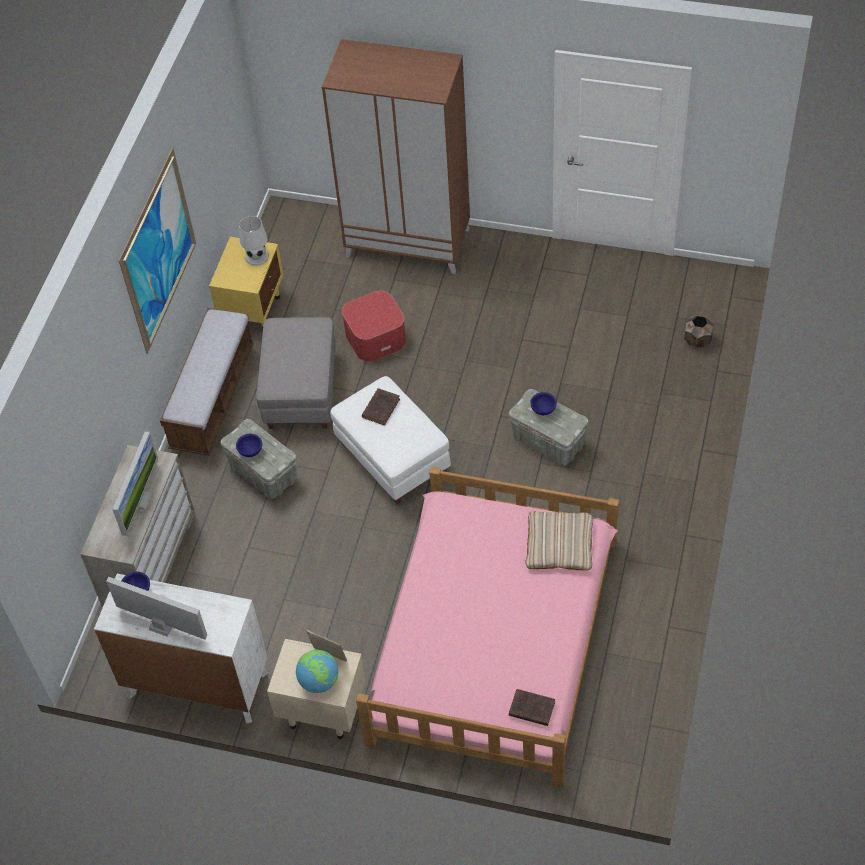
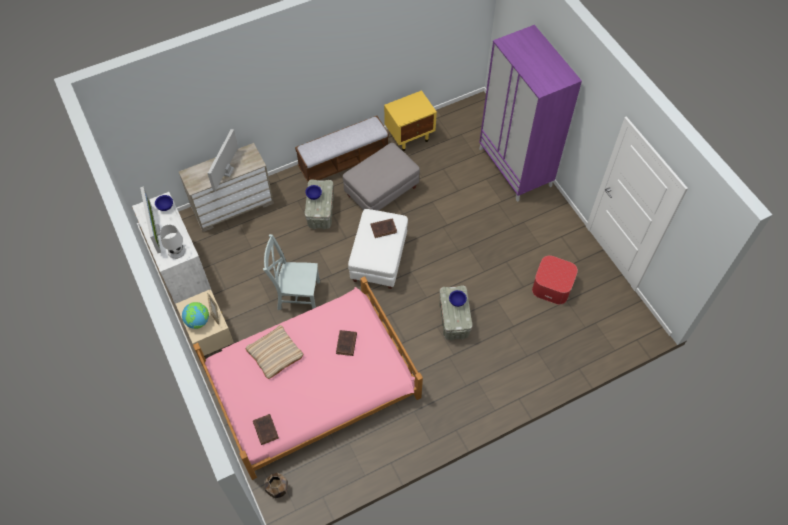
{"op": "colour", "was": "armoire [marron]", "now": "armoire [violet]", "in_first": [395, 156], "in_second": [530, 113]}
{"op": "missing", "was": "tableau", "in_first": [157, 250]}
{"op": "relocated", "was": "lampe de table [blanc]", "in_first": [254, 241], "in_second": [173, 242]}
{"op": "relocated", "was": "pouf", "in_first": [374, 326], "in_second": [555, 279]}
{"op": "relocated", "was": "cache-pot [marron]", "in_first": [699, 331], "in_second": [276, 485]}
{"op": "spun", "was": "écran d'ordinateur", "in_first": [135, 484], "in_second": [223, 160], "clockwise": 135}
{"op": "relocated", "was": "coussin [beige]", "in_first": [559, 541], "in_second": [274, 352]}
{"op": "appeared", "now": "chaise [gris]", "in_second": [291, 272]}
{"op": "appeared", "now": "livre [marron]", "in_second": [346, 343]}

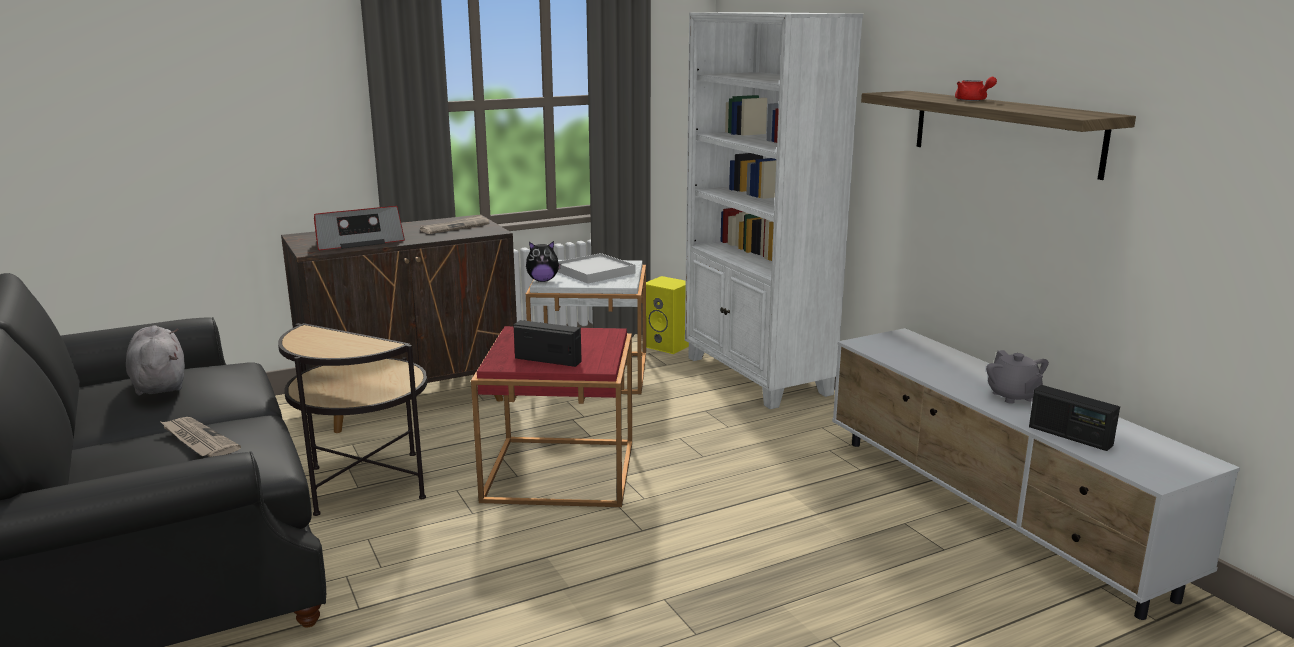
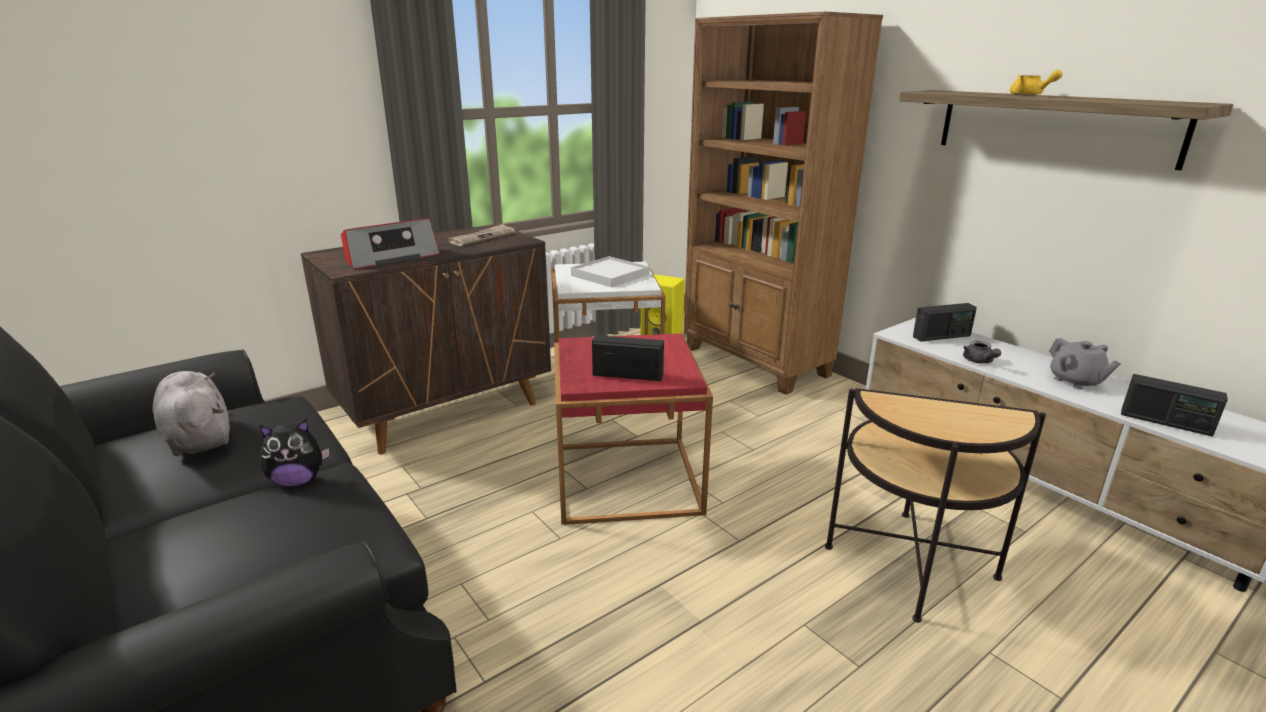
{"op": "colour", "was": "bibliothèque [blanc]", "now": "bibliothèque [marron]", "in_first": [774, 210], "in_second": [783, 203]}
{"op": "colour", "was": "théière [rouge]", "now": "théière [jaune]", "in_first": [976, 89], "in_second": [1036, 83]}
{"op": "relocated", "was": "peluche", "in_first": [543, 261], "in_second": [294, 453]}
{"op": "relocated", "was": "table d'appoint", "in_first": [352, 419], "in_second": [935, 505]}
{"op": "missing", "was": "journal", "in_first": [201, 437]}
{"op": "appeared", "now": "radio", "in_second": [945, 322]}
{"op": "appeared", "now": "théière [gris]", "in_second": [982, 352]}

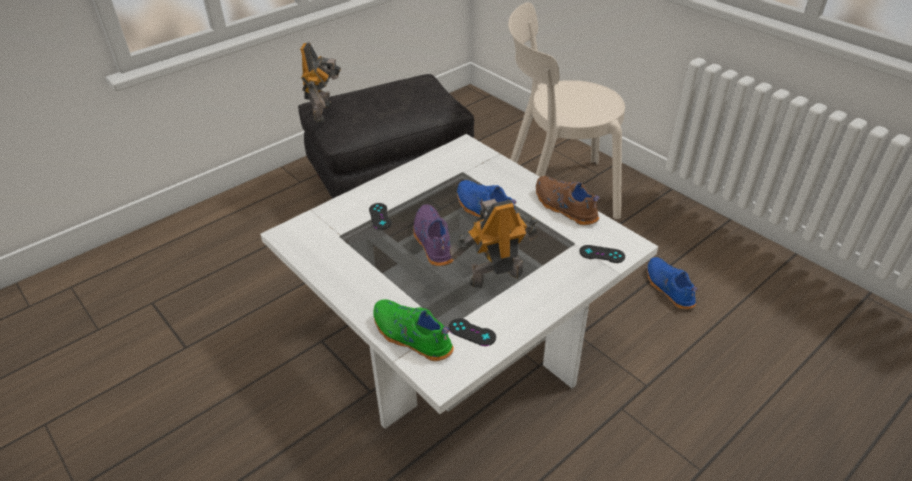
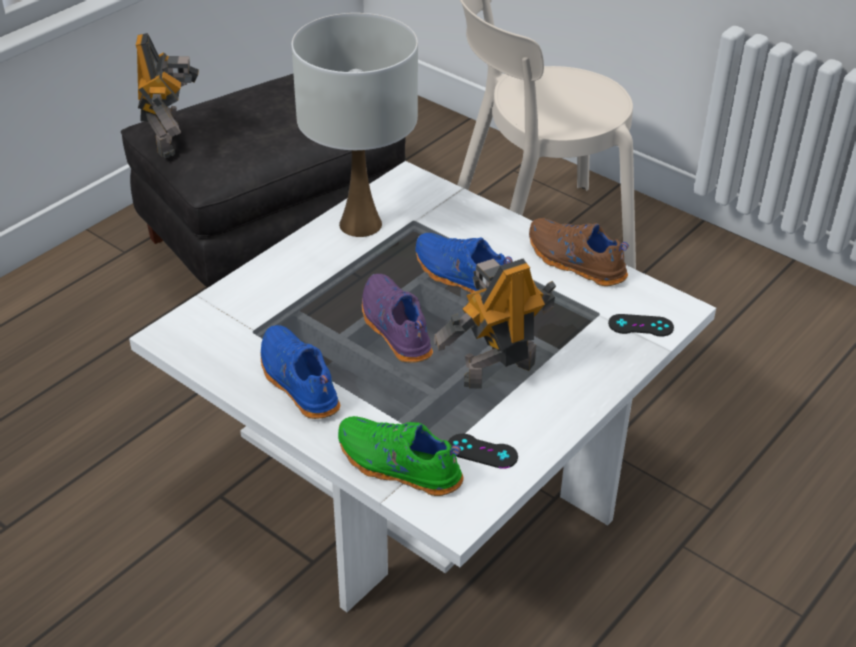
{"op": "missing", "was": "manette [noir]", "in_first": [380, 216]}
{"op": "relocated", "was": "chaussure [bleu]", "in_first": [672, 283], "in_second": [301, 372]}
{"op": "appeared", "now": "lampe de table [blanc]", "in_second": [354, 125]}

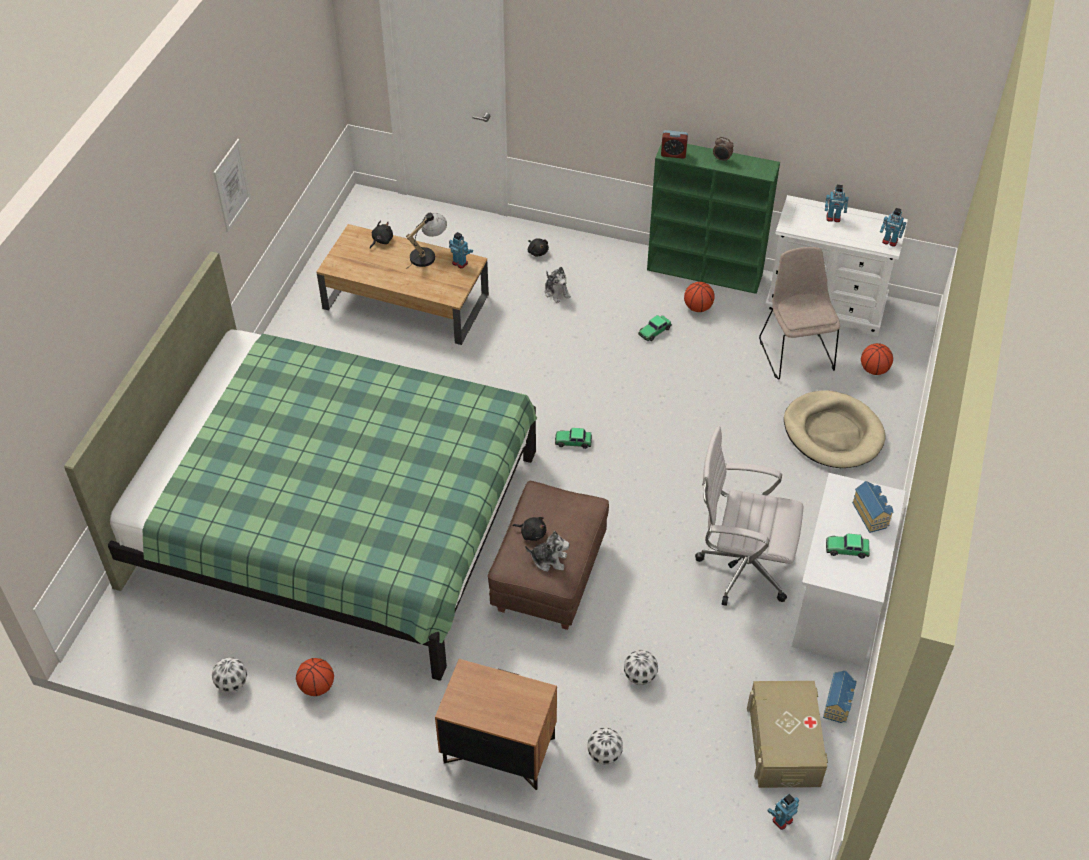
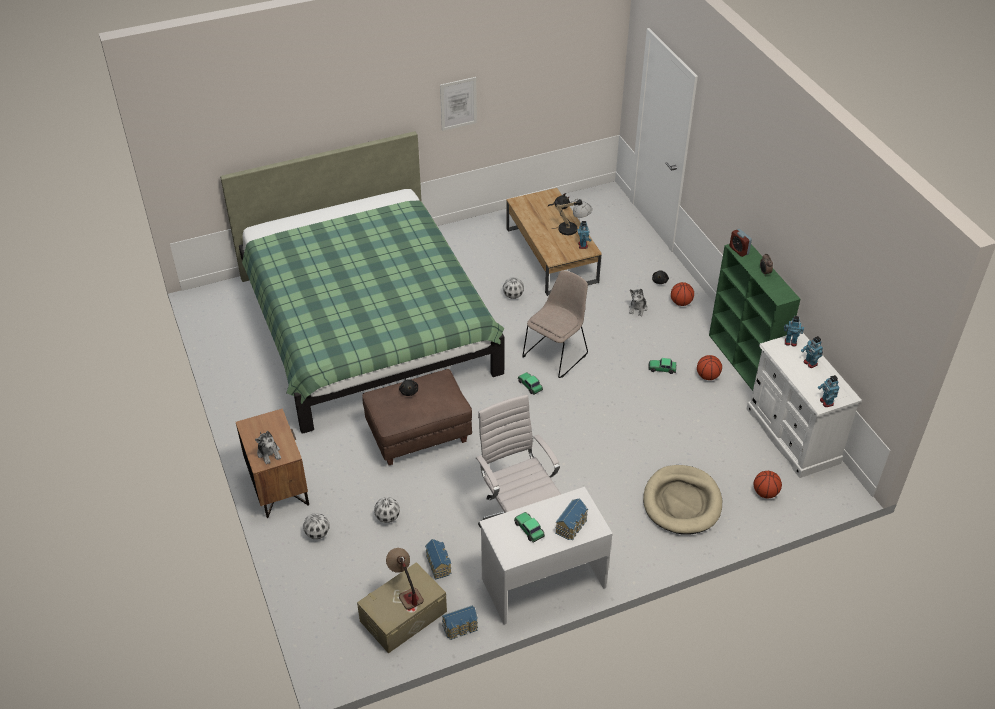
{"op": "relocated", "was": "chaise [beige]", "in_first": [799, 313], "in_second": [555, 324]}
{"op": "relocated", "was": "peluche", "in_first": [547, 551], "in_second": [268, 447]}
{"op": "relocated", "was": "ballon de foot", "in_first": [229, 674], "in_second": [513, 288]}
{"op": "relocated", "was": "ballon de basket", "in_first": [315, 677], "in_second": [682, 294]}
{"op": "relocated", "was": "robot jouet", "in_first": [783, 812], "in_second": [794, 331]}
{"op": "appeared", "now": "maison miniature", "in_second": [438, 559]}
{"op": "appeared", "now": "lampe de table", "in_second": [405, 579]}

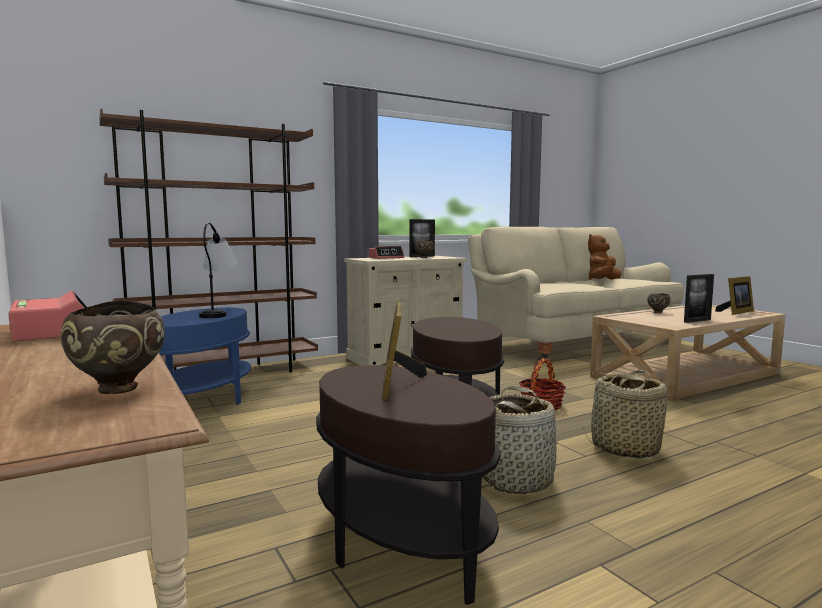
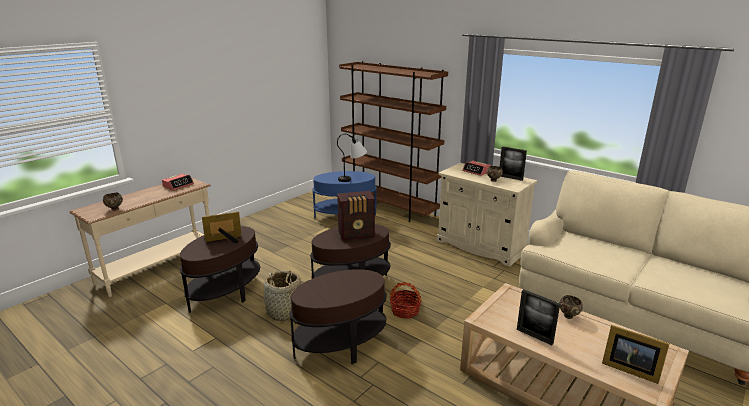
{"op": "missing", "was": "peluche [marron]", "in_first": [604, 257]}
{"op": "exchanged", "was": "panier", "now": "table d'appoint [marron]", "in_first": [625, 414], "in_second": [338, 316]}
{"op": "appeared", "now": "radio", "in_second": [356, 216]}

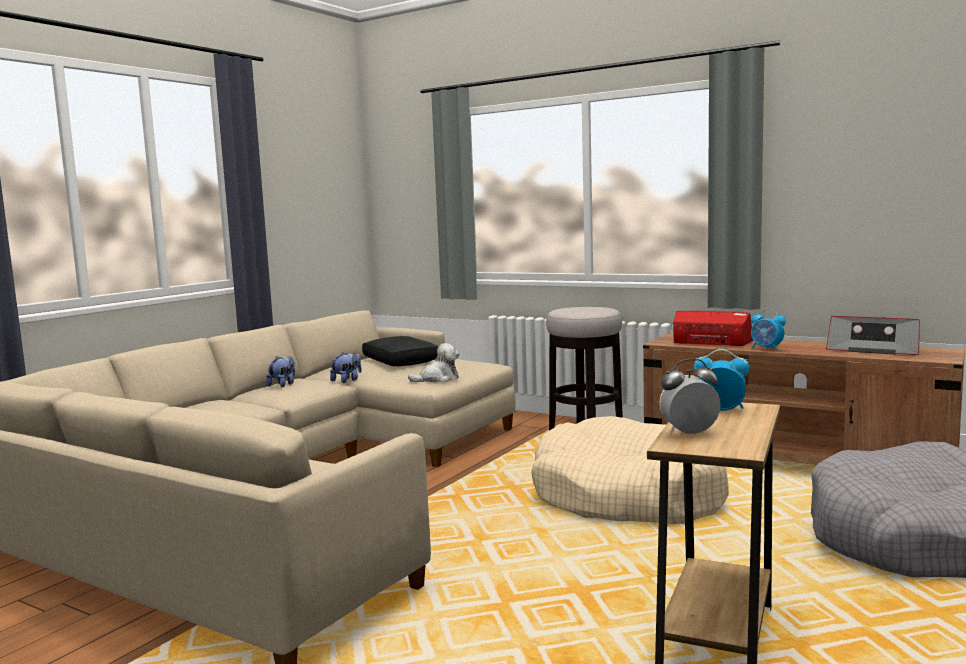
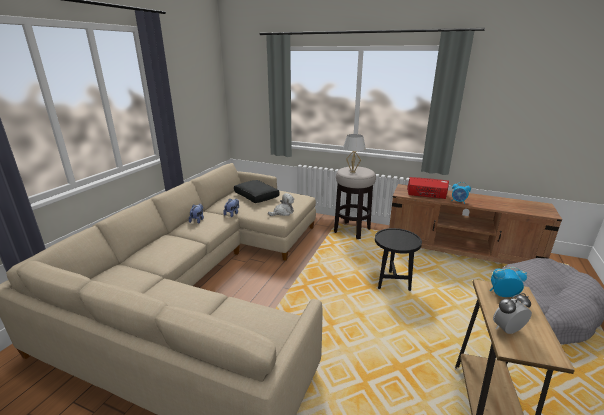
{"op": "missing", "was": "radio", "in_first": [873, 335]}
{"op": "exchanged", "was": "panier pour chien [beige]", "now": "table d'appoint [noir]", "in_first": [630, 470], "in_second": [398, 259]}
{"op": "appeared", "now": "lampe de table [blanc]", "in_second": [354, 153]}

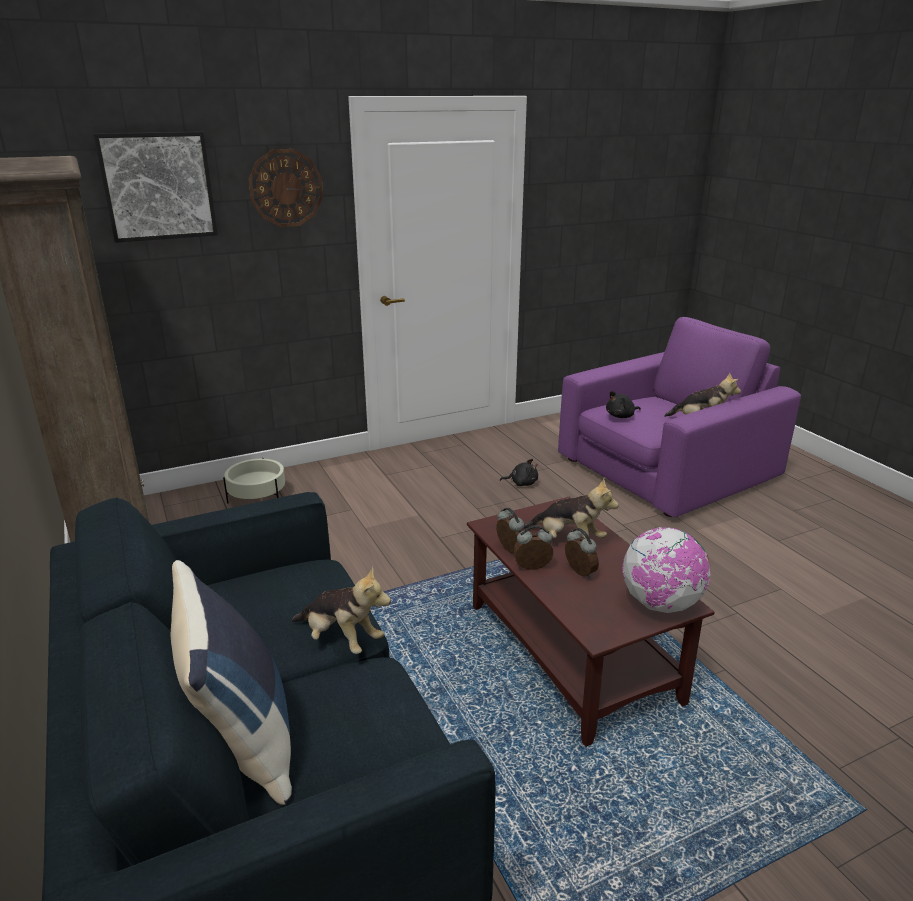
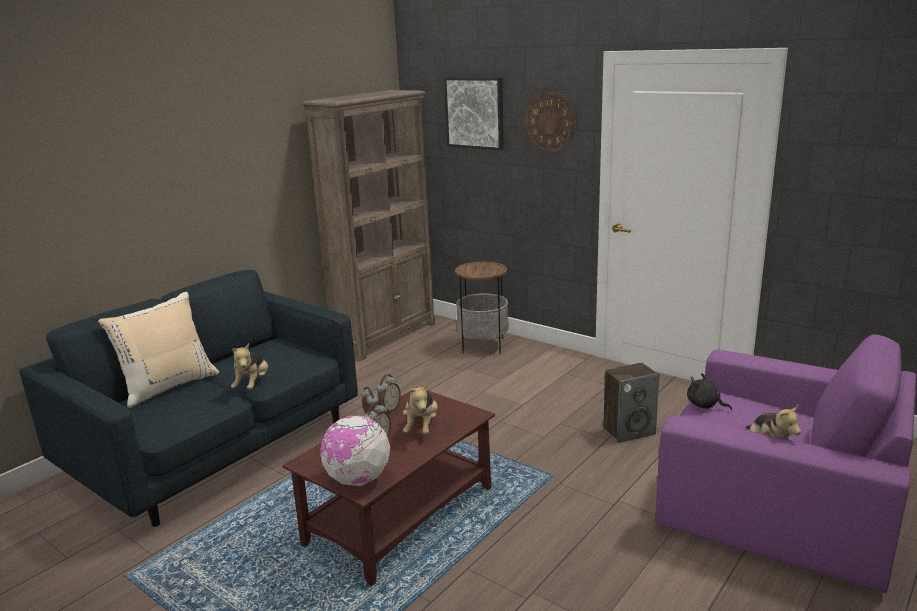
{"op": "exchanged", "was": "cache-pot [beige]", "now": "table d'appoint", "in_first": [254, 481], "in_second": [482, 308]}
{"op": "exchanged", "was": "peluche [noir]", "now": "enceinte", "in_first": [519, 472], "in_second": [631, 402]}
{"op": "colour", "was": "coussin [bleu]", "now": "coussin [beige]", "in_first": [231, 682], "in_second": [158, 350]}

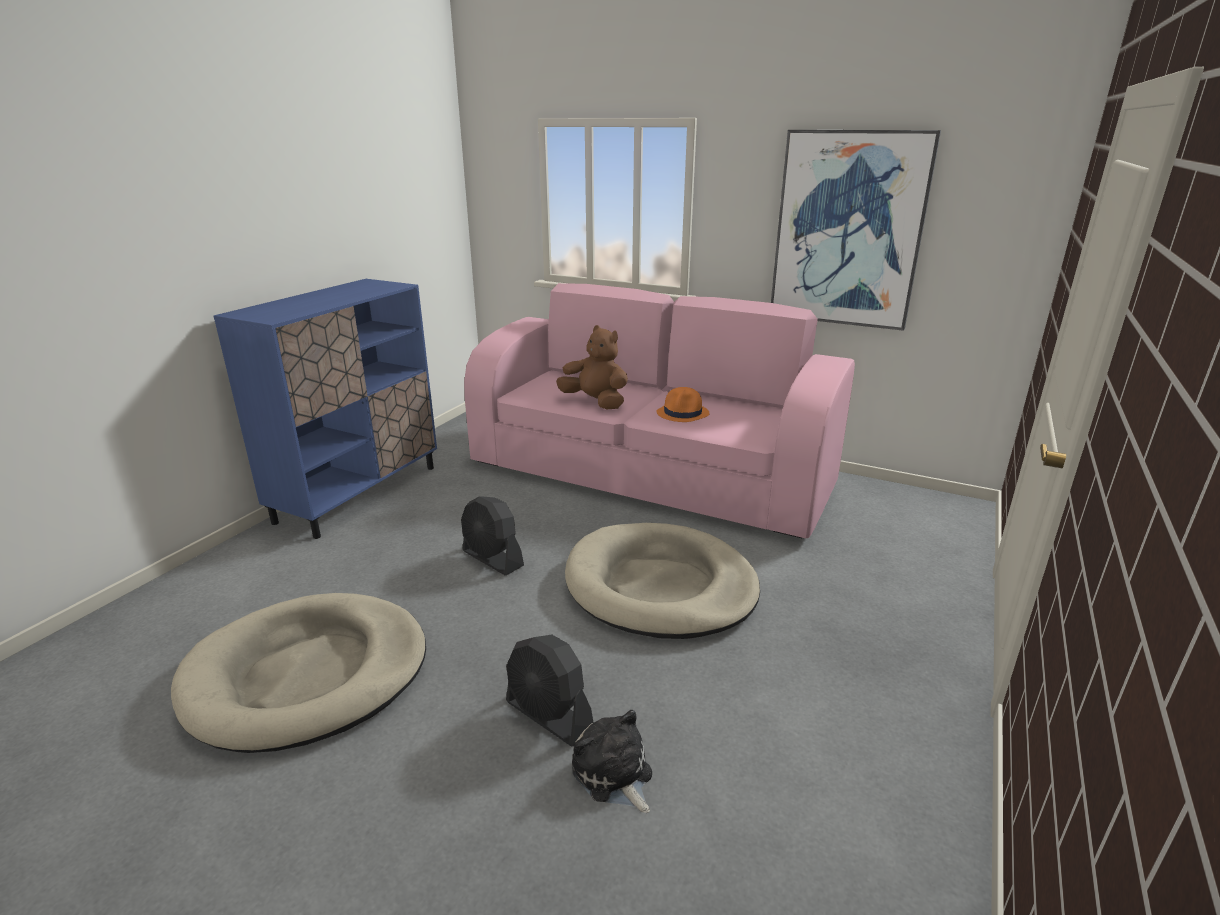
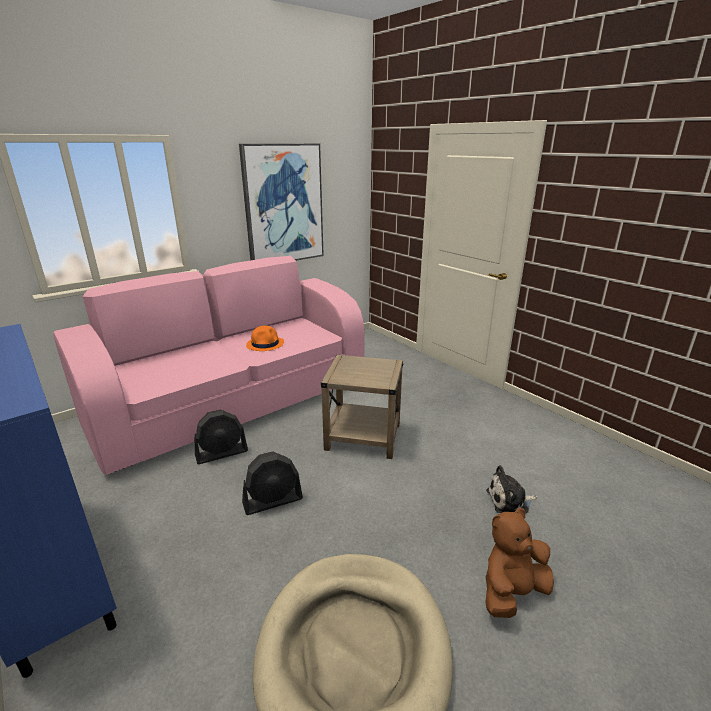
{"op": "relocated", "was": "peluche [marron]", "in_first": [592, 367], "in_second": [519, 563]}
{"op": "exchanged", "was": "panier pour chien [beige]", "now": "table d'appoint [beige]", "in_first": [662, 581], "in_second": [362, 407]}
{"op": "relocated", "was": "ventilateur [noir]", "in_first": [550, 690], "in_second": [221, 437]}

